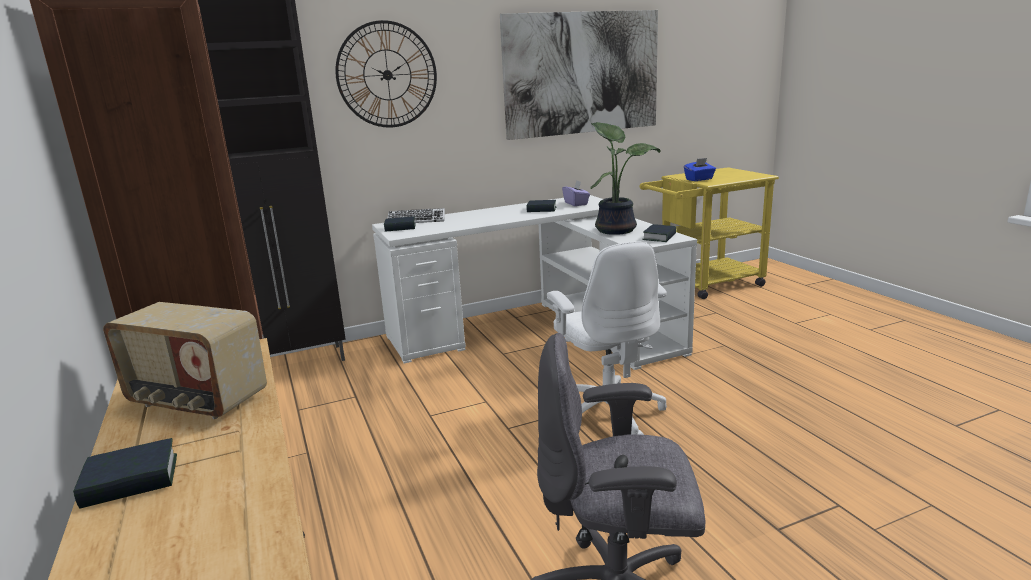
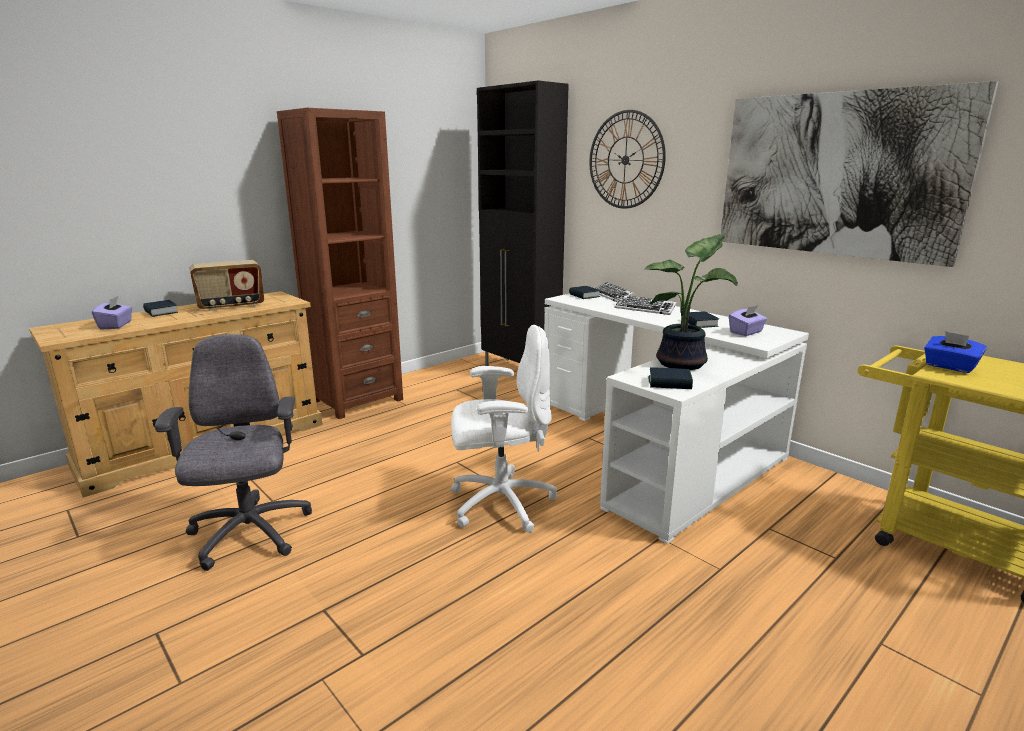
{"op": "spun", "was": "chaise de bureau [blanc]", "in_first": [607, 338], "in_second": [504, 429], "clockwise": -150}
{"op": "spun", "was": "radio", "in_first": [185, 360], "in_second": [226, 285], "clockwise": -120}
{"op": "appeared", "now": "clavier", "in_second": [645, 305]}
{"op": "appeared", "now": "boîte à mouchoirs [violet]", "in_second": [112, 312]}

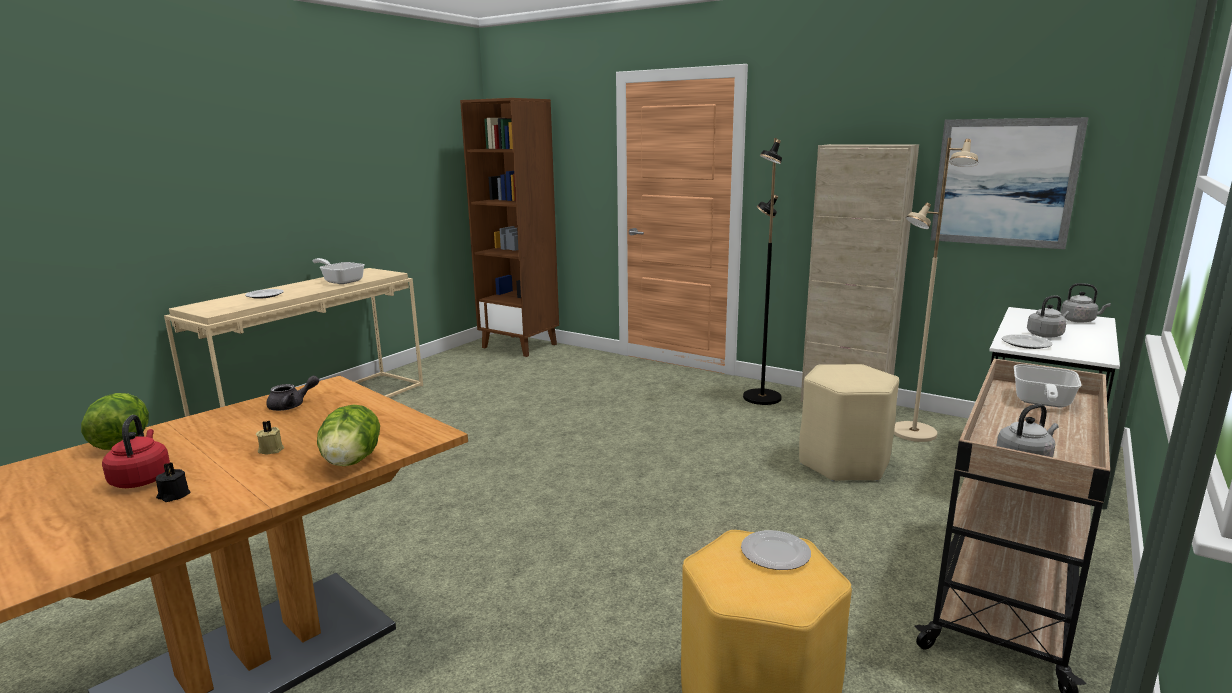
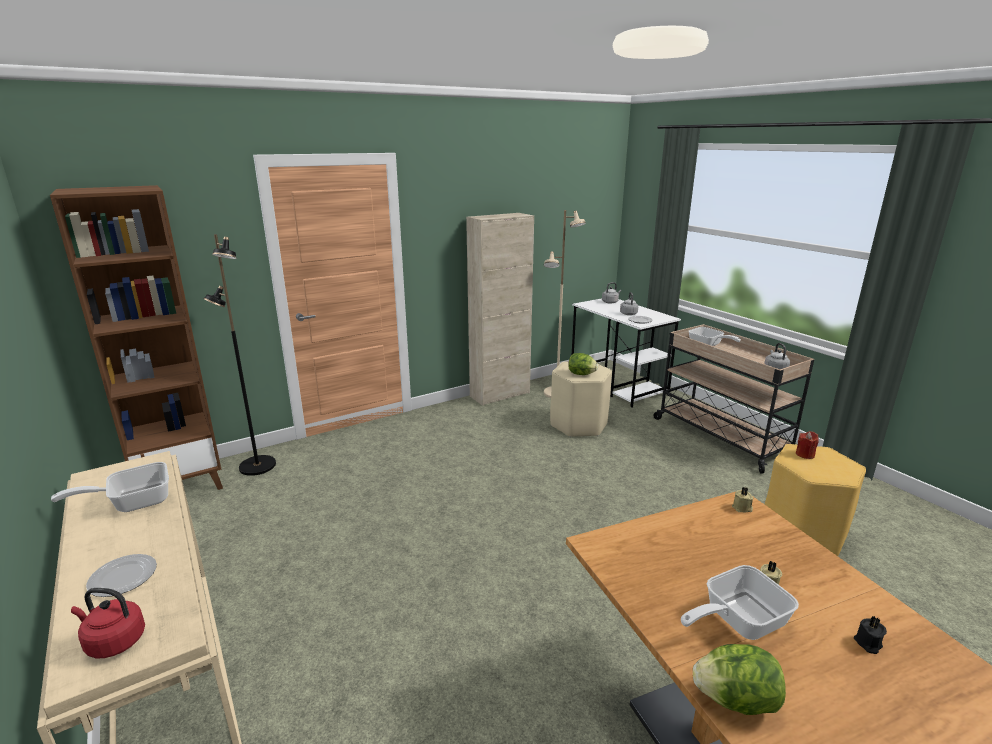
{"op": "missing", "was": "tableau", "in_first": [1010, 183]}
{"op": "relocated", "was": "lampadaire [noir]", "in_first": [762, 271], "in_second": [240, 355]}
{"op": "missing", "was": "théière [gris]", "in_first": [292, 393]}
{"op": "relocated", "was": "laitue", "in_first": [348, 435], "in_second": [583, 364]}
{"op": "relocated", "was": "bouilloire [rouge]", "in_first": [136, 451], "in_second": [108, 623]}
{"op": "exchanged", "was": "assiette", "now": "bougie [rouge]", "in_first": [776, 550], "in_second": [807, 445]}
{"op": "appeared", "now": "bougie [beige]", "in_second": [743, 499]}
{"op": "appeared", "now": "poêle", "in_second": [740, 602]}

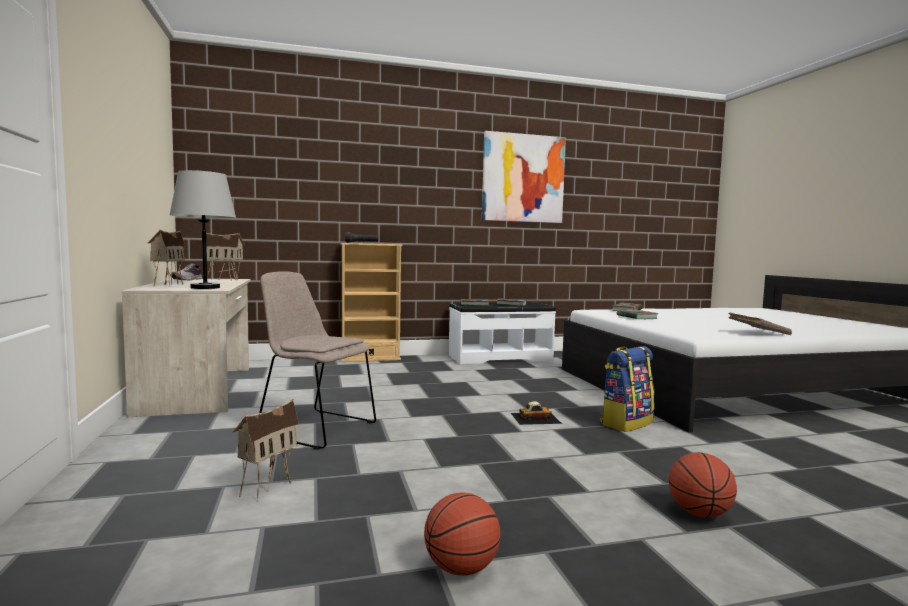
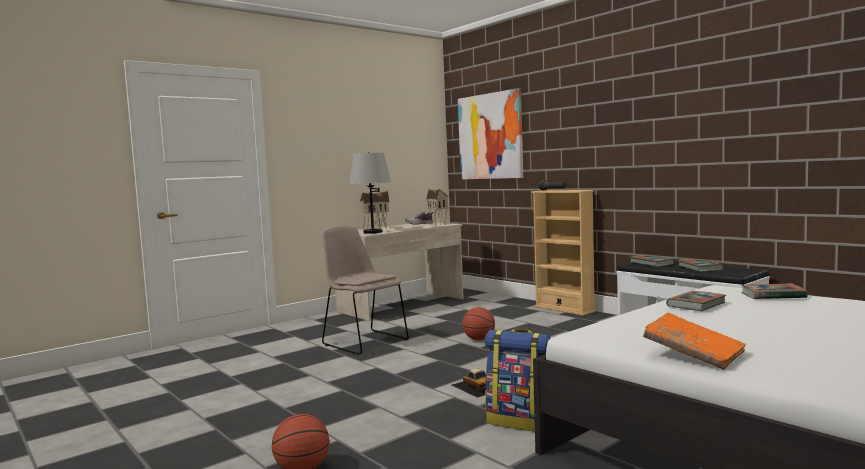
{"op": "relocated", "was": "tableau", "in_first": [524, 177], "in_second": [490, 134]}
{"op": "spun", "was": "chaise [beige]", "in_first": [317, 360], "in_second": [365, 290], "clockwise": -45}
{"op": "colour", "was": "livre [gris]", "now": "livre [orange]", "in_first": [760, 323], "in_second": [694, 341]}
{"op": "missing", "was": "maison miniature", "in_first": [266, 450]}
{"op": "relocated", "was": "ballon de basket", "in_first": [462, 534], "in_second": [478, 323]}

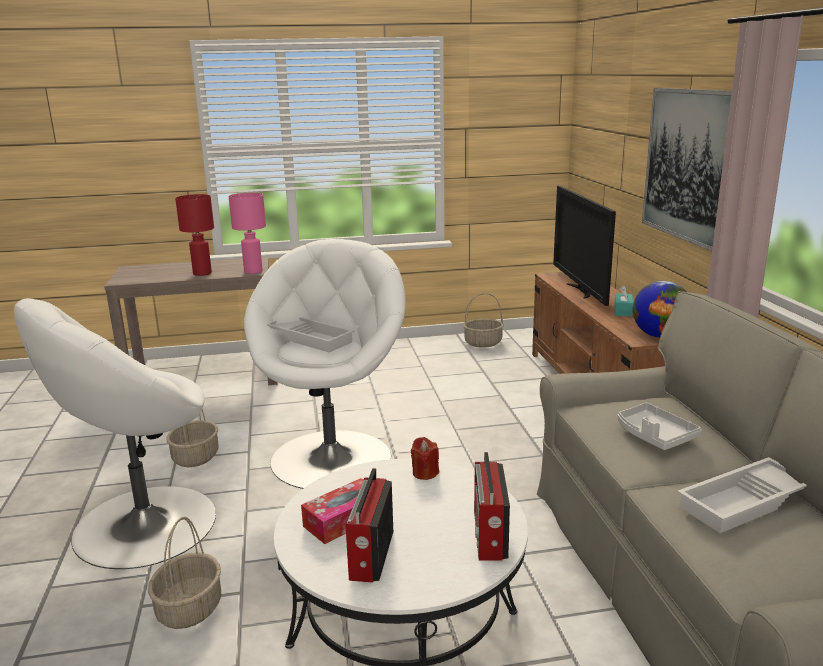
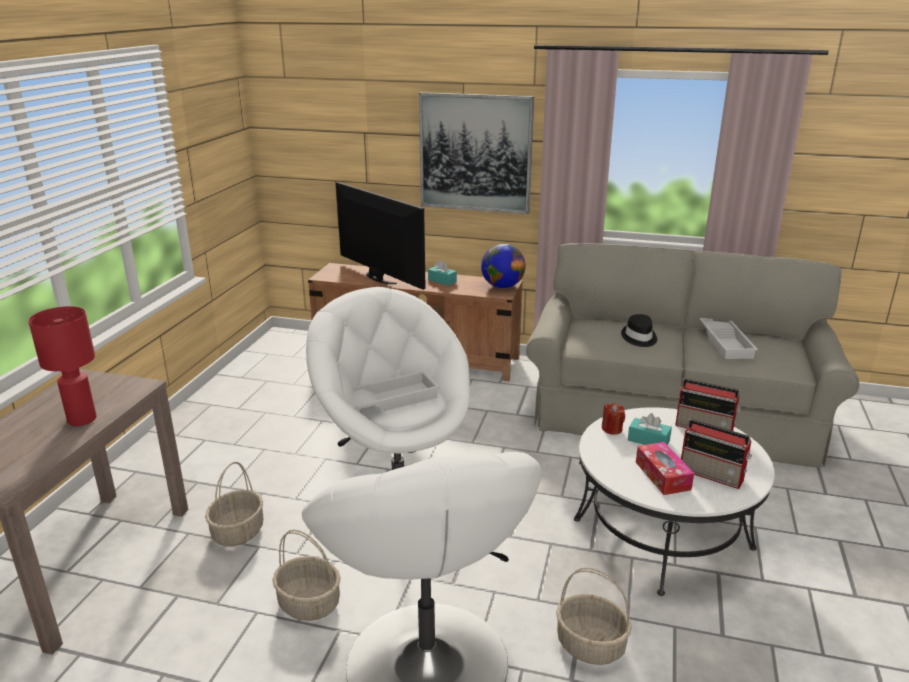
{"op": "spun", "was": "téléviseur", "in_first": [584, 246], "in_second": [381, 236], "clockwise": -150}
{"op": "missing", "was": "lampe de table [rose]", "in_first": [247, 233]}
{"op": "relocated", "was": "panier", "in_first": [483, 320], "in_second": [234, 504]}
{"op": "exchanged", "was": "plateau [gris]", "now": "chapeau [noir]", "in_first": [660, 426], "in_second": [639, 330]}
{"op": "appeared", "now": "boîte à mouchoirs [turquoise]", "in_second": [650, 429]}

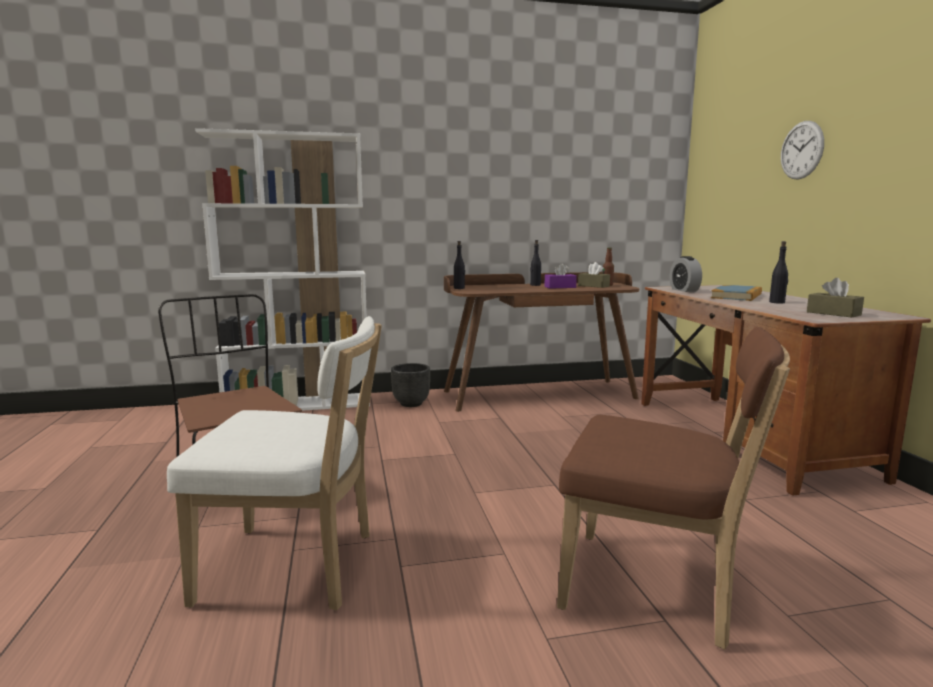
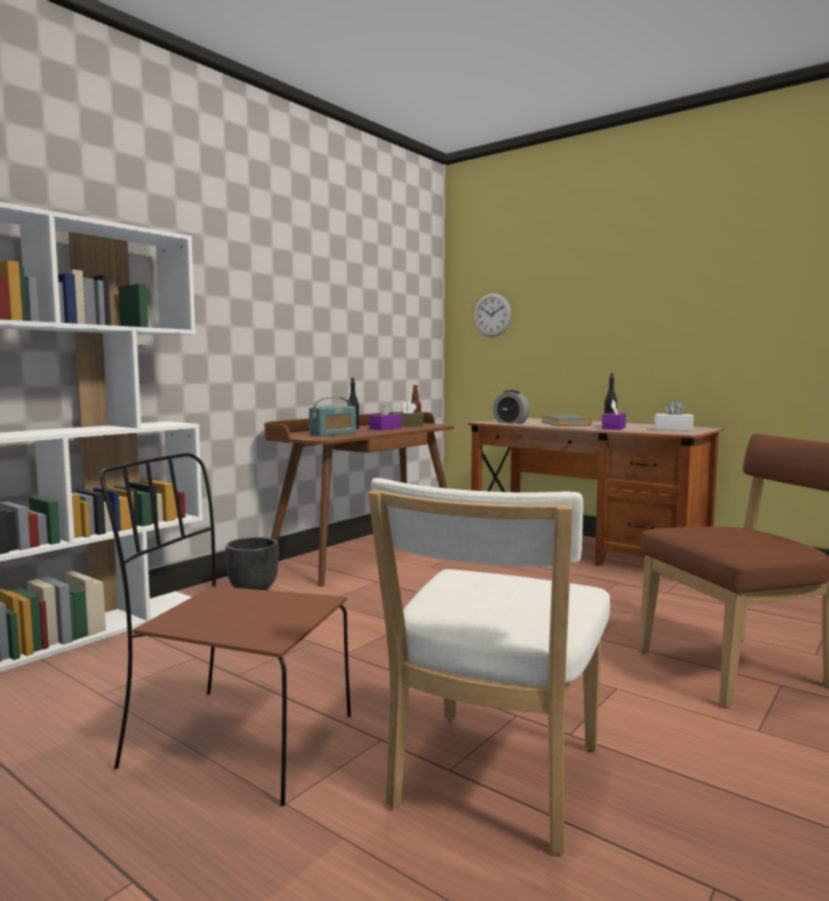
{"op": "relocated", "was": "horloge murale", "in_first": [802, 150], "in_second": [492, 315]}
{"op": "missing", "was": "bouteille [noir]", "in_first": [459, 265]}
{"op": "colour", "was": "boîte à mouchoirs [marron]", "now": "boîte à mouchoirs [blanc]", "in_first": [835, 298], "in_second": [674, 415]}
{"op": "spun", "was": "chaise [blanc]", "in_first": [274, 463], "in_second": [489, 666], "clockwise": 150}
{"op": "appeared", "now": "radio", "in_second": [332, 416]}
{"op": "appeared", "now": "boîte à mouchoirs [violet]", "in_second": [614, 415]}

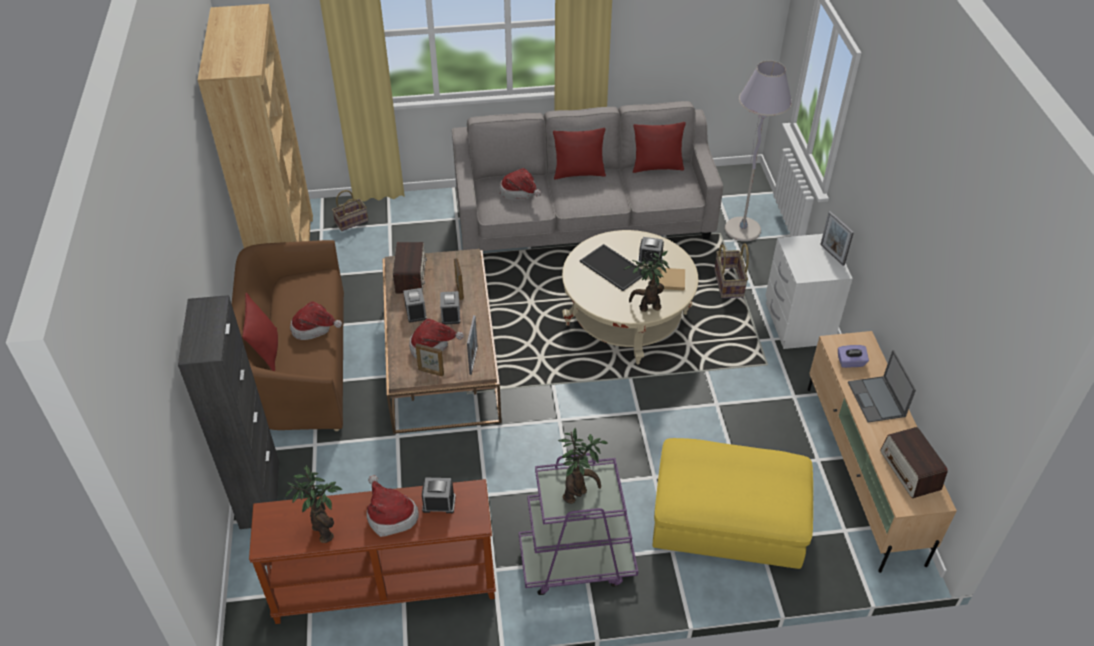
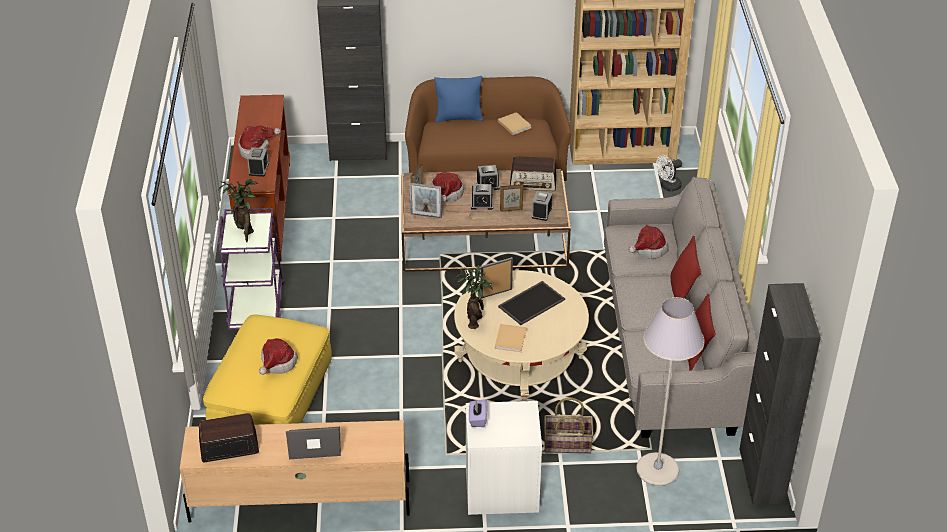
{"op": "exchanged", "was": "panier", "now": "ventilateur [blanc]", "in_first": [350, 210], "in_second": [669, 173]}
{"op": "relocated", "was": "cadre photo", "in_first": [837, 238], "in_second": [496, 278]}
{"op": "relocated", "was": "réveil", "in_first": [651, 252], "in_second": [541, 206]}
{"op": "colour", "was": "coussin [rouge]", "now": "coussin [bleu]", "in_first": [260, 332], "in_second": [458, 99]}
{"op": "relocated", "was": "chapeau", "in_first": [316, 320], "in_second": [278, 356]}
{"op": "relocated", "was": "boîte à mouchoirs [violet]", "in_first": [853, 356], "in_second": [478, 413]}
{"op": "missing", "was": "plante en pot", "in_first": [314, 504]}
{"op": "appeared", "now": "livre [beige]", "in_second": [515, 123]}
{"op": "appeared", "now": "meuble de rangement [noir]", "in_second": [780, 394]}

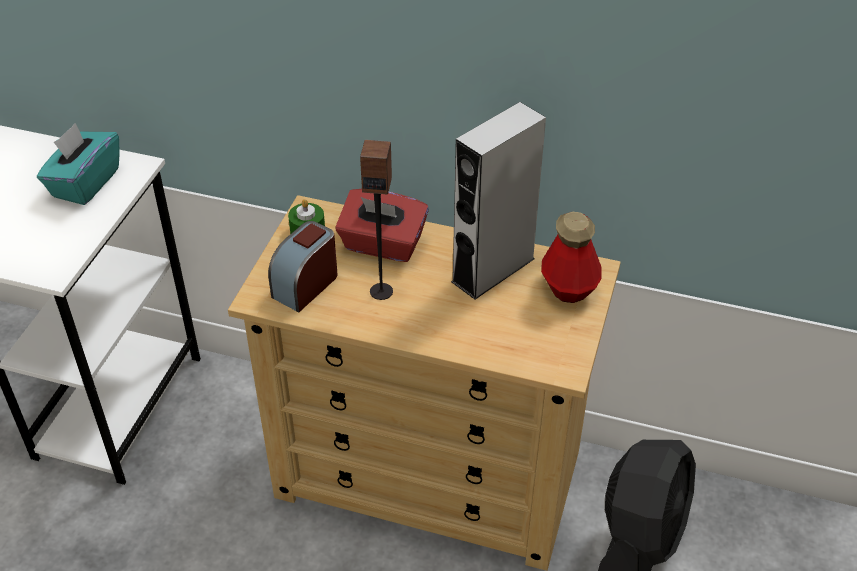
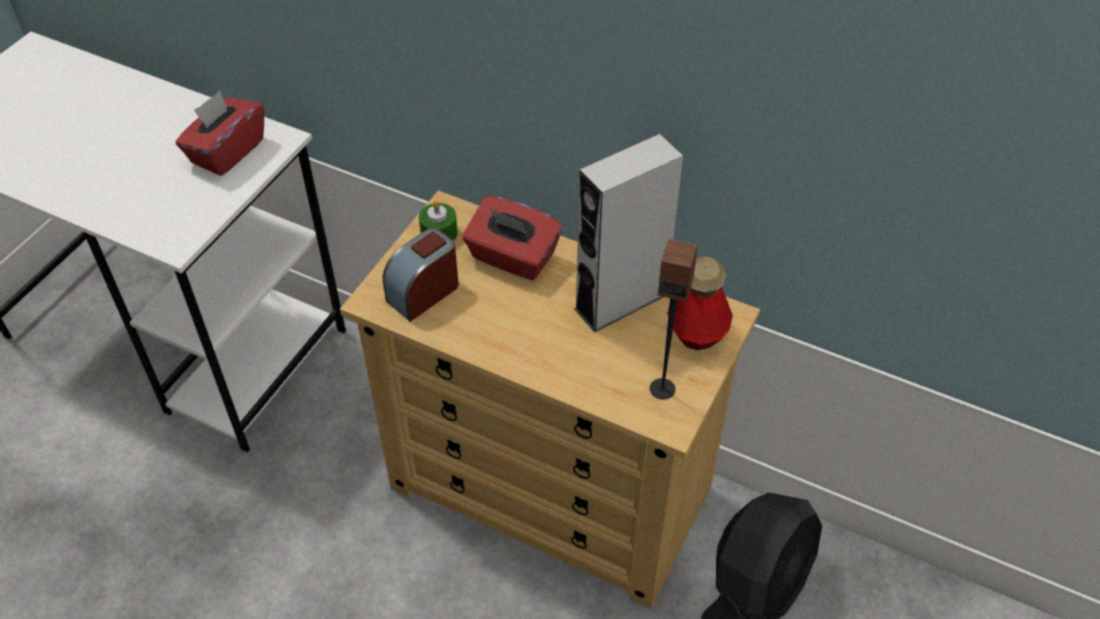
{"op": "colour", "was": "boîte à mouchoirs [turquoise]", "now": "boîte à mouchoirs [rouge]", "in_first": [78, 164], "in_second": [219, 133]}
{"op": "relocated", "was": "enceinte", "in_first": [376, 219], "in_second": [674, 319]}

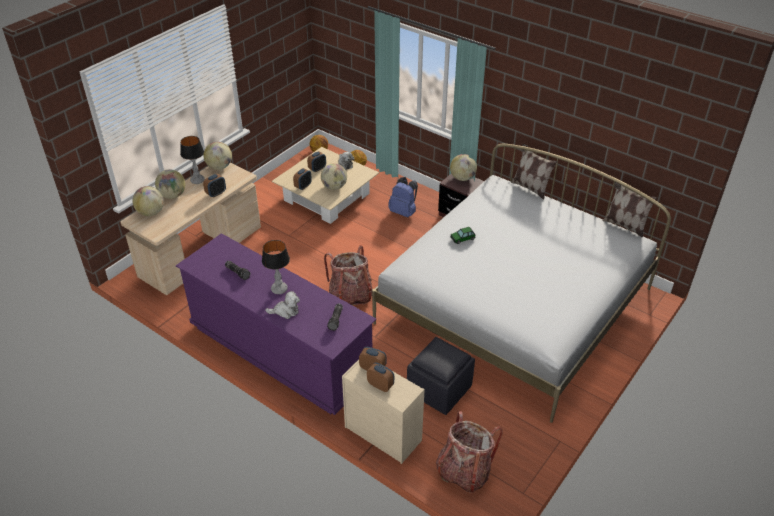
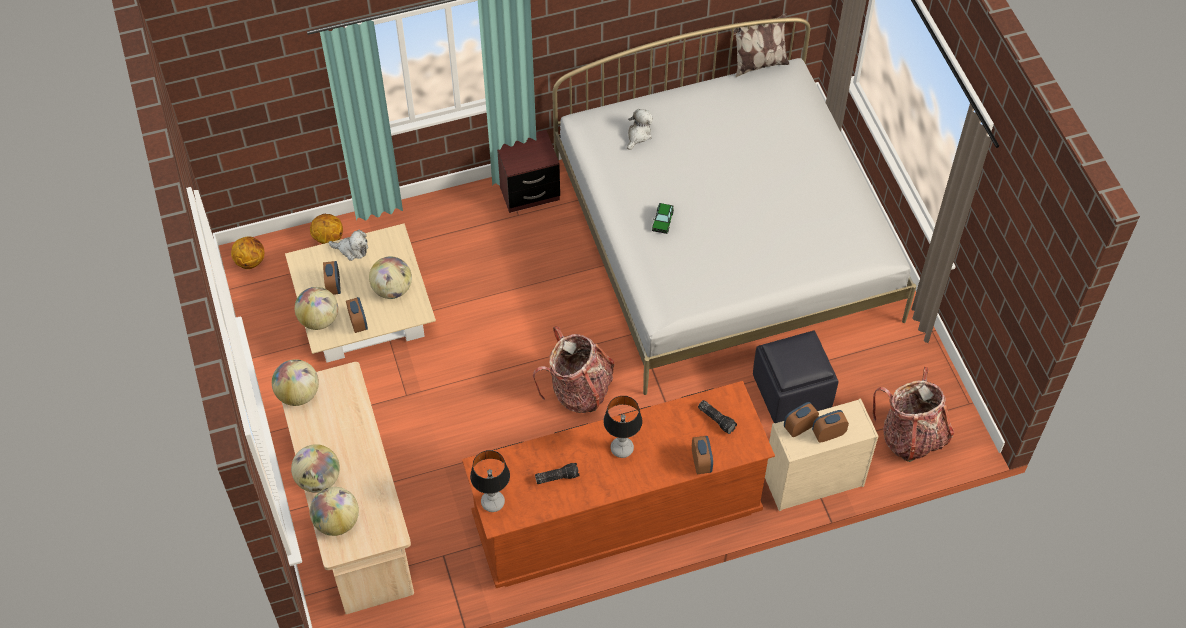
{"op": "relocated", "was": "lampe de table", "in_first": [192, 160], "in_second": [490, 481]}
{"op": "missing", "was": "coussin", "in_first": [534, 171]}
{"op": "relocated", "was": "globe", "in_first": [463, 167], "in_second": [316, 308]}
{"op": "relocated", "was": "réveil", "in_first": [214, 185], "in_second": [702, 455]}
{"op": "missing", "was": "sac à dos [bleu]", "in_first": [403, 197]}
{"op": "colour", "was": "commode [violet]", "now": "commode [marron]", "in_first": [276, 324], "in_second": [618, 484]}
{"op": "relocated", "was": "peluche", "in_first": [282, 305], "in_second": [640, 129]}

